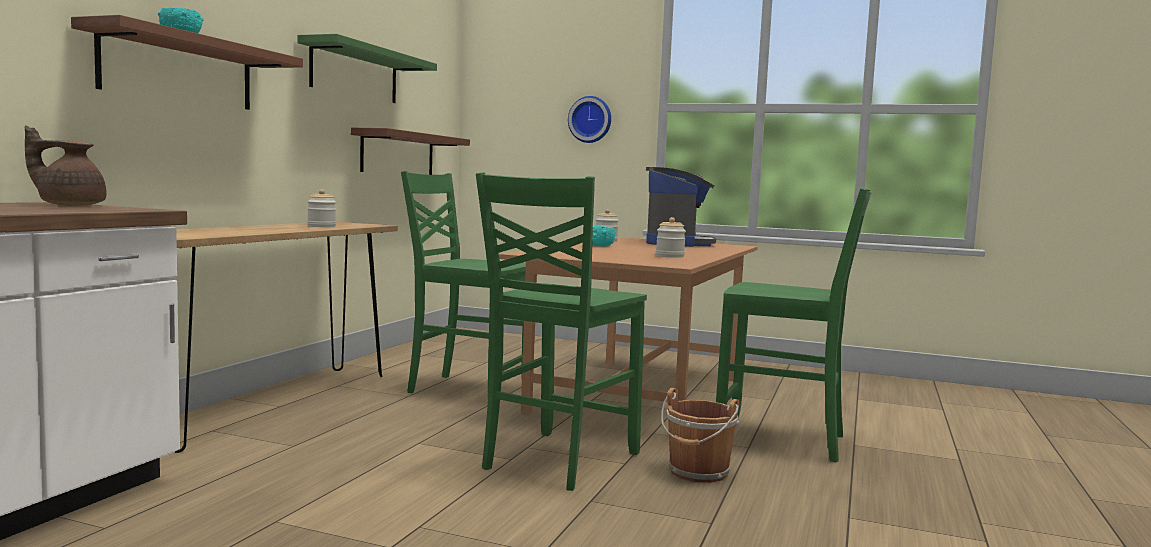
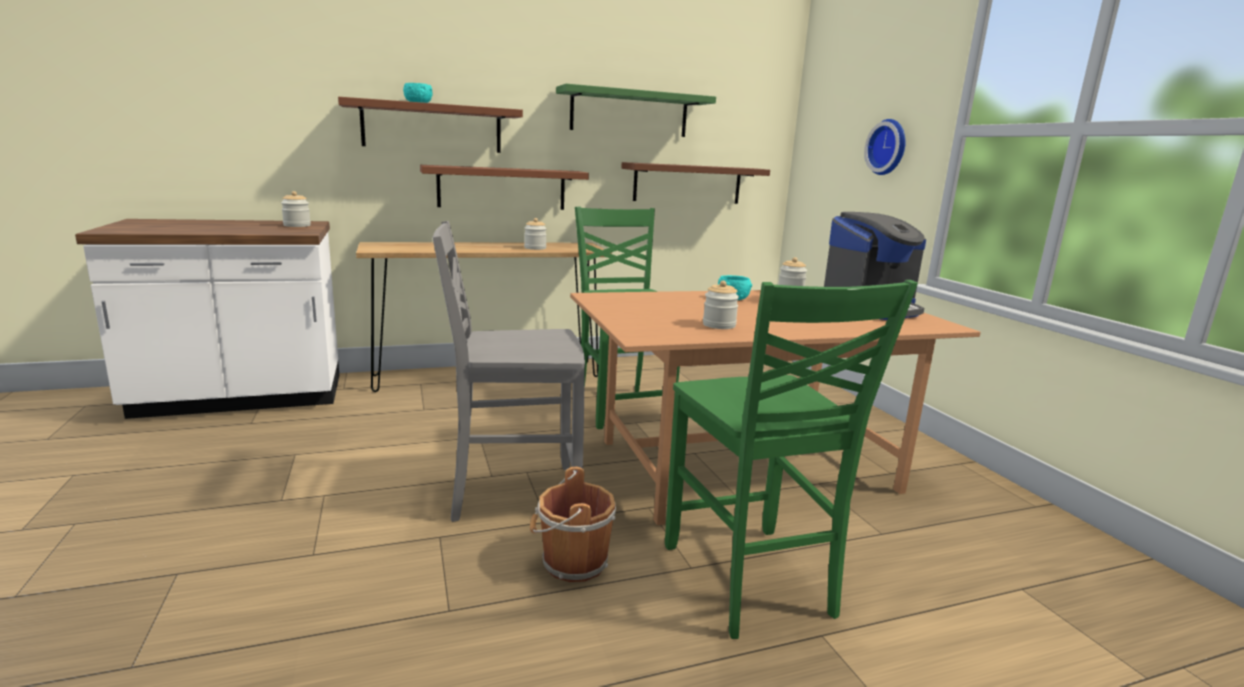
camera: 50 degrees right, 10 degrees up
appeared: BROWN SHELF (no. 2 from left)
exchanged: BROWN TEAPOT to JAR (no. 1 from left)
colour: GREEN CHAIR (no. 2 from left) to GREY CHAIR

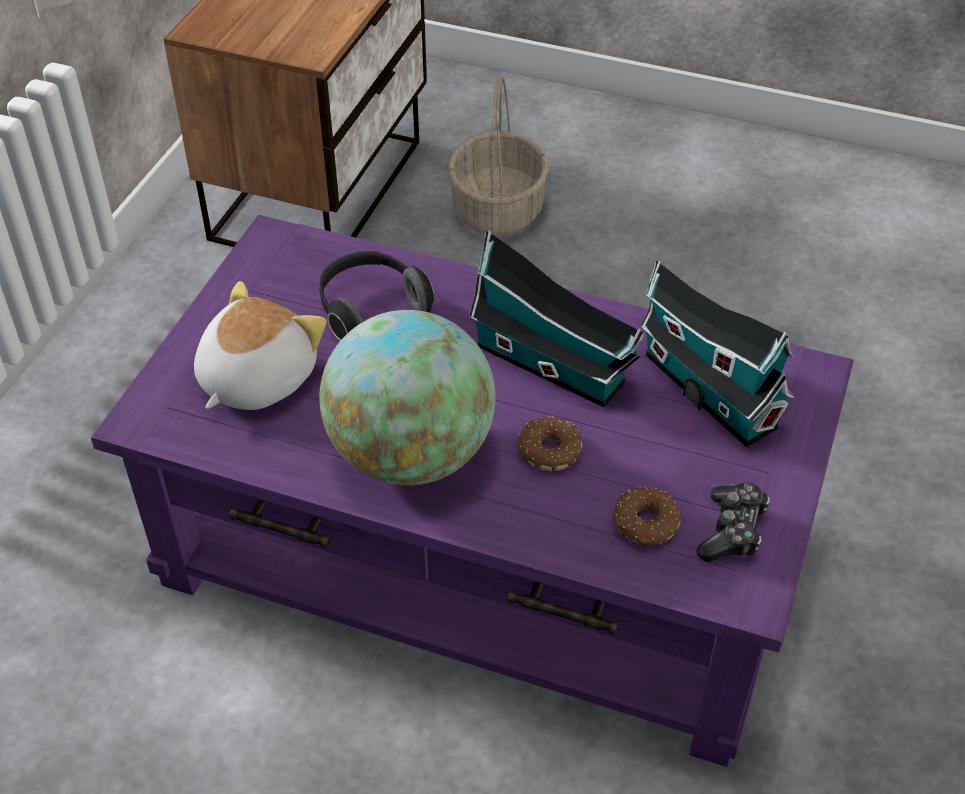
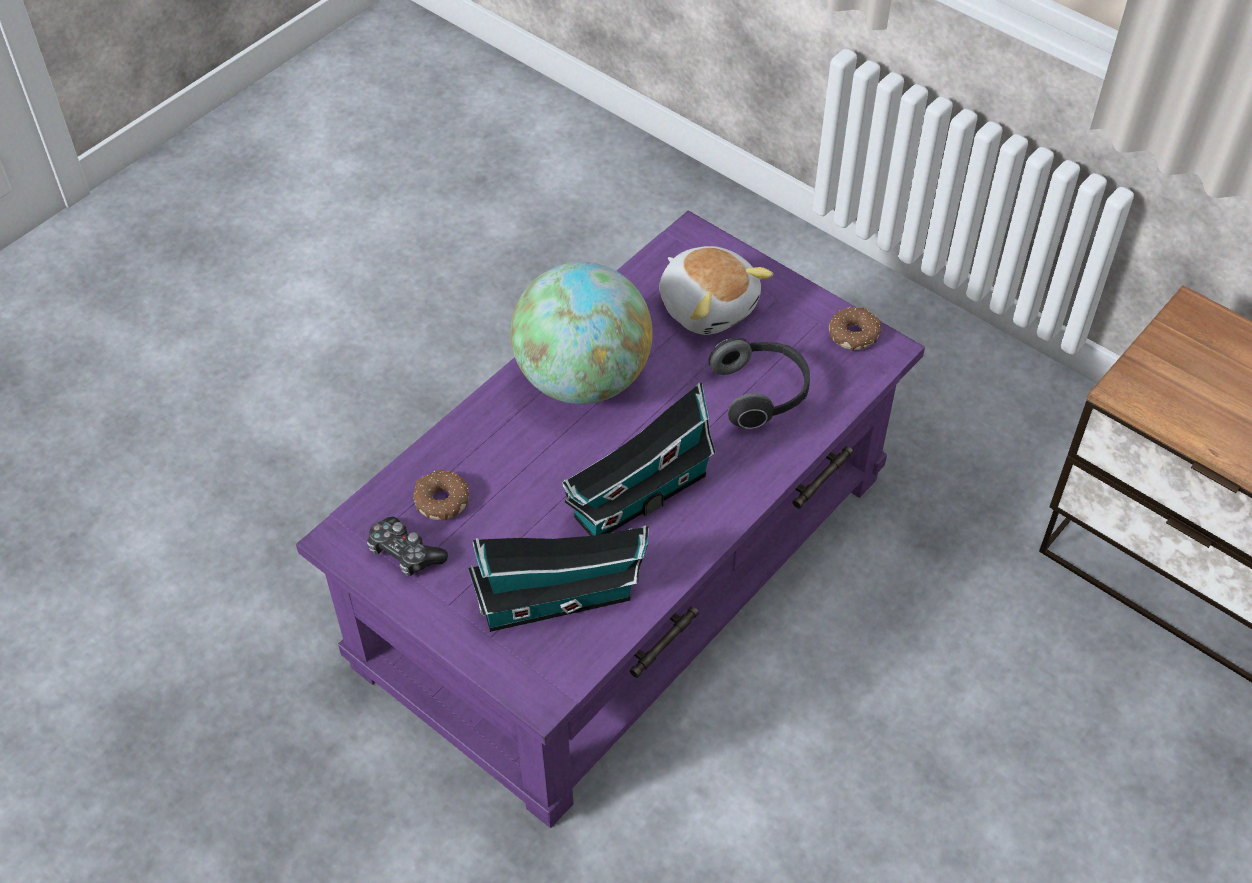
camera: 110 degrees right, 5 degrees up
missing: BASKET
relocated: DONUT (no. 1 from left in the first image) to DONUT (no. 2 from left)

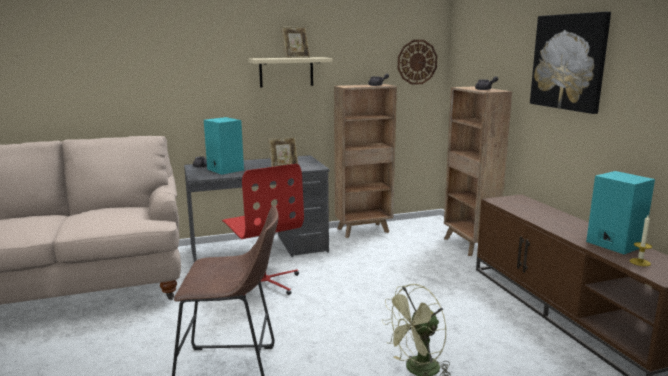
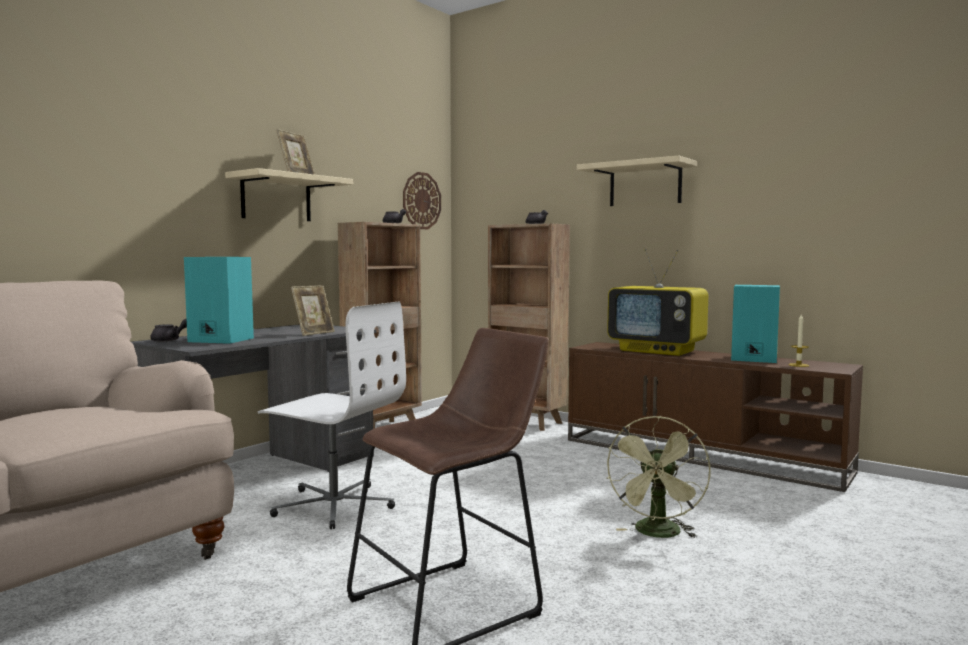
camera: 35 degrees left, 10 degrees down
appeared: TELEVISION
exchanged: PICTURE to BEIGE SHELF (no. 2 from left)
colour: RED OFFICE CHAIR to WHITE OFFICE CHAIR

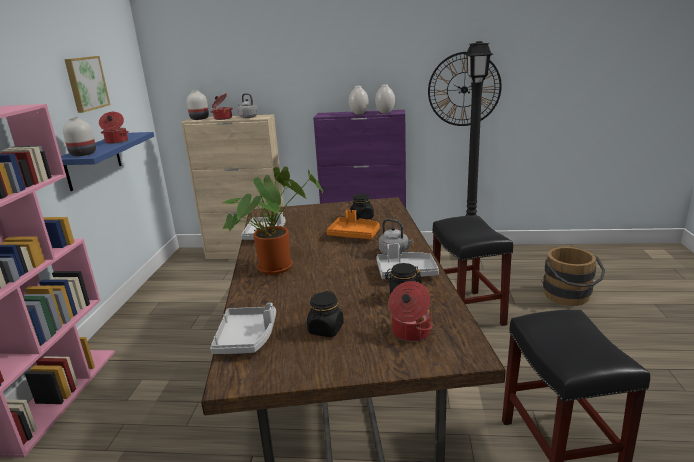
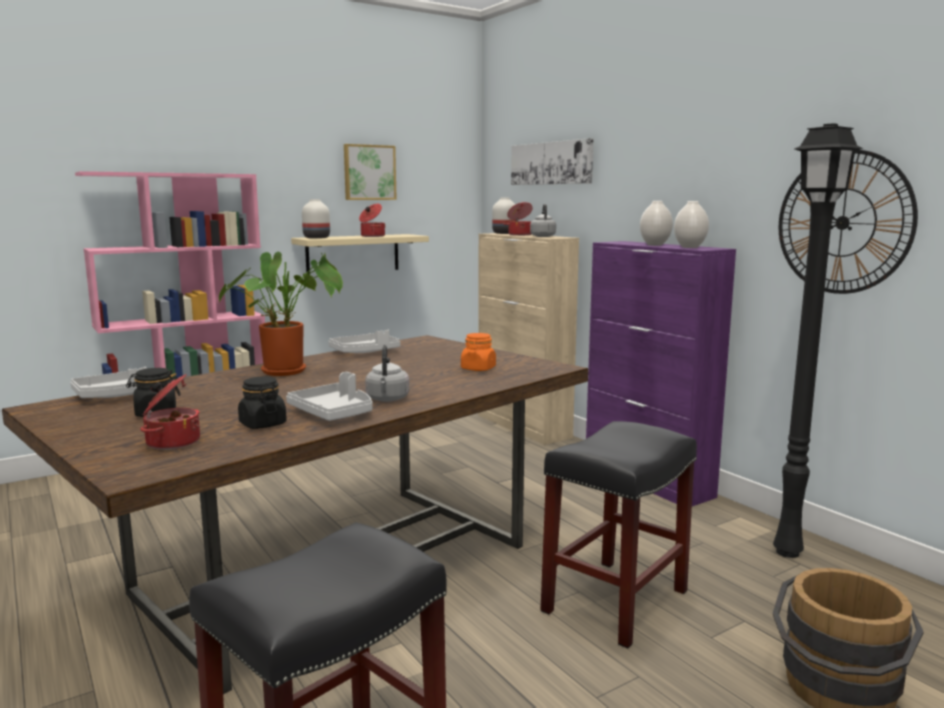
camera: 50 degrees right, 10 degrees down
missing: ORANGE TRAY
appeared: PICTURE (no. 2 from left)
colour: BLUE SHELF to BEIGE SHELF; BLACK JAR (no. 2 from left) to ORANGE JAR

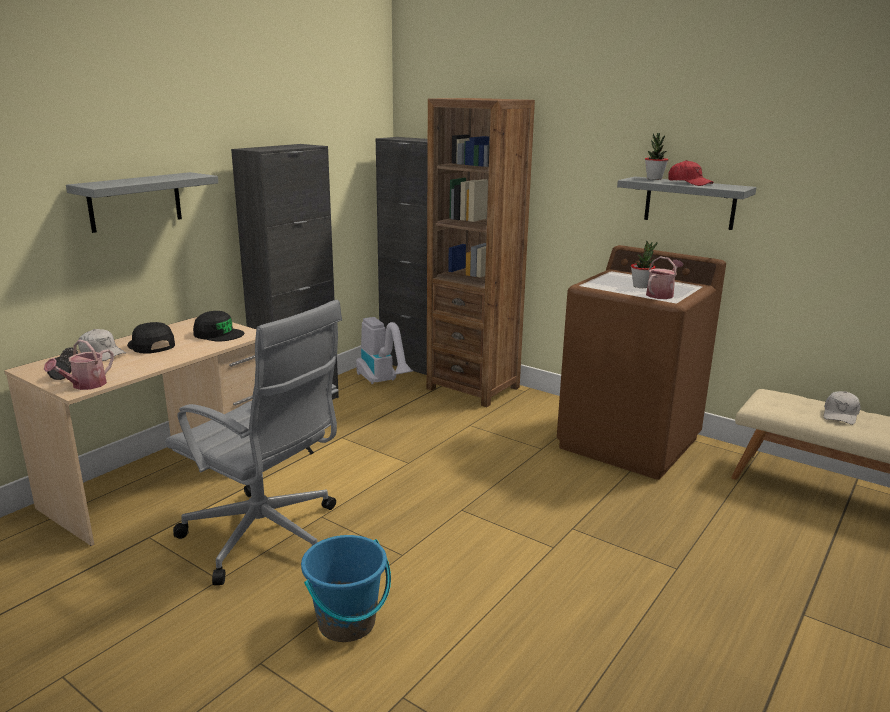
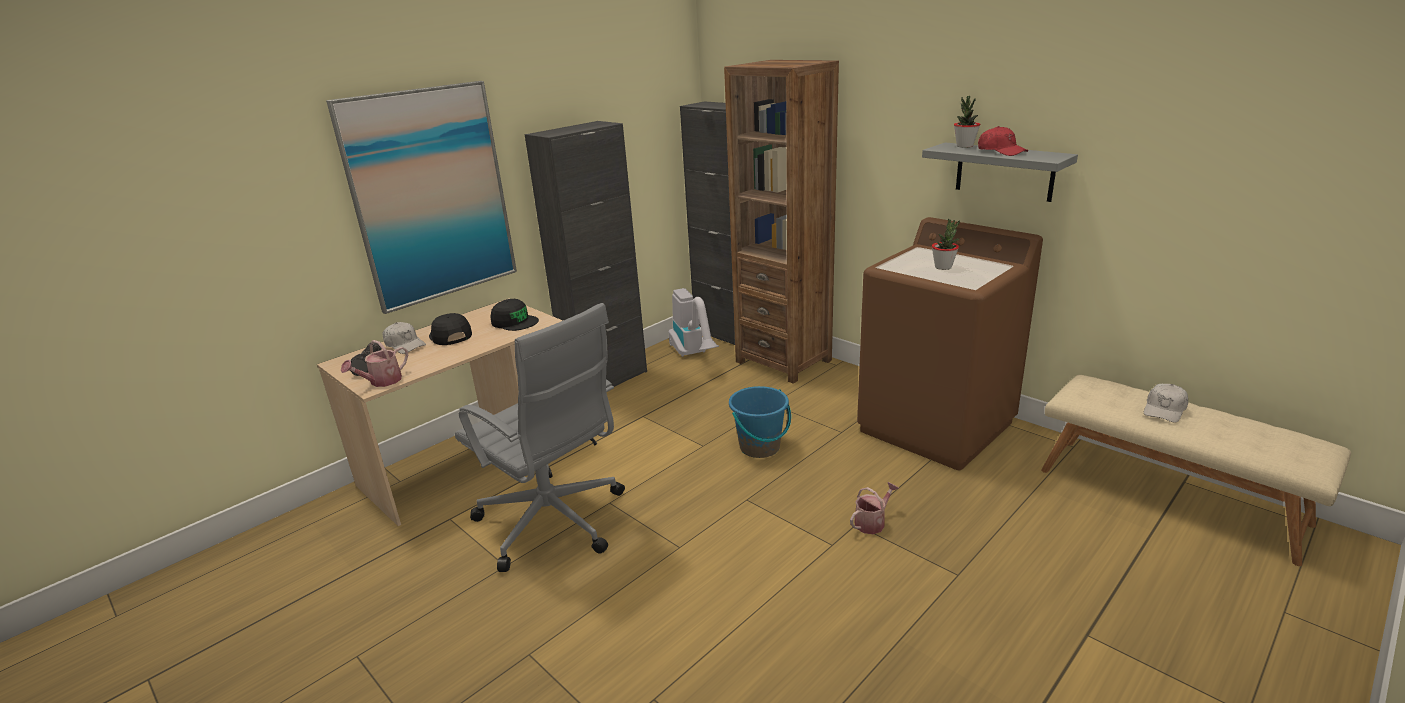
camera: 10 degrees right, 5 degrees up
relocated: BLUE BUCKET; WATERING CAN (no. 2 from left)
exchanged: GREY SHELF (no. 1 from left) to PICTURE

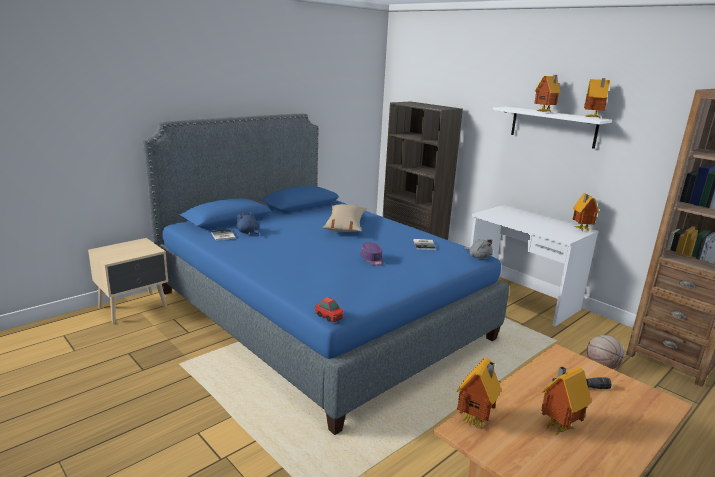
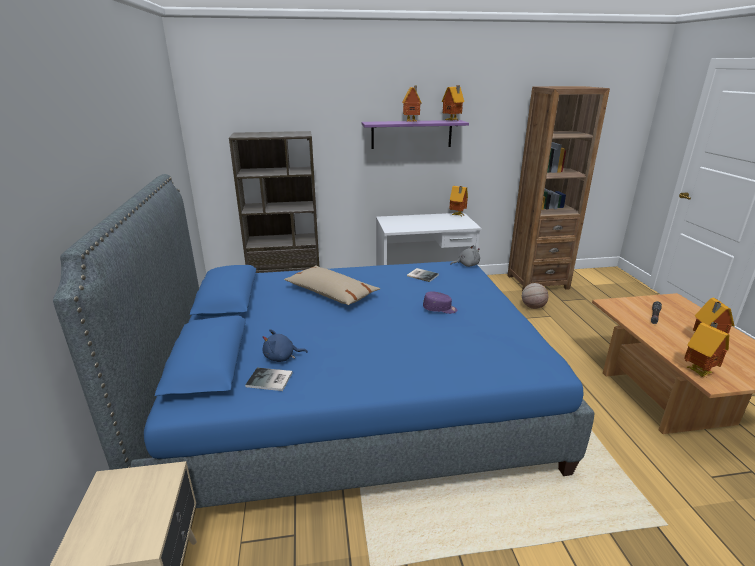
camera: 55 degrees left, 5 degrees up
missing: TOY CAR
colour: WHITE SHELF to PURPLE SHELF

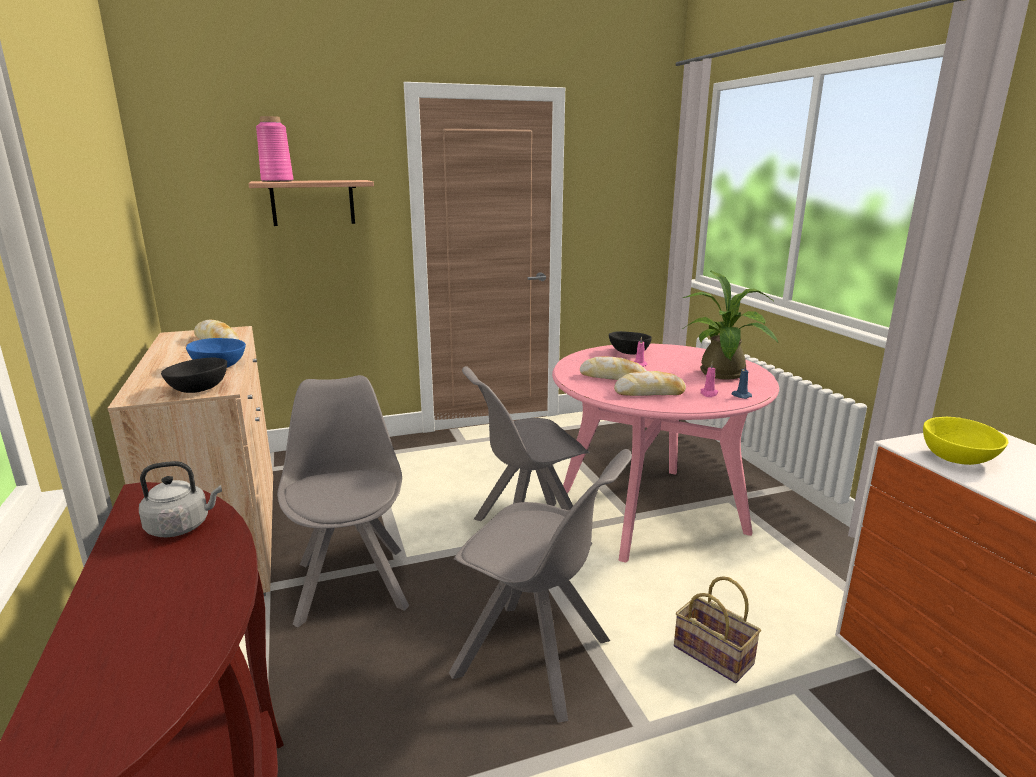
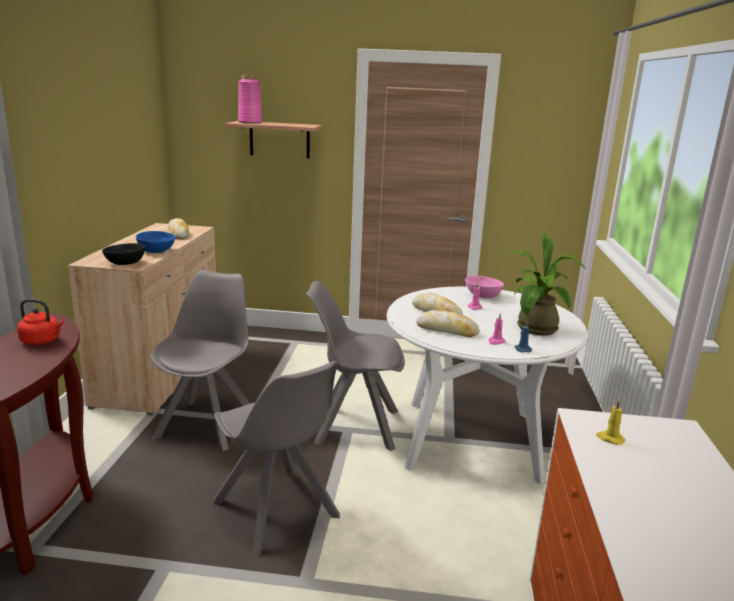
camera: 25 degrees right, 0 degrees up
missing: BASKET
exchanged: YELLOW BOWL to YELLOW CANDLE
colour: GREY KETTLE to RED KETTLE; PINK DINING TABLE to WHITE DINING TABLE; BLACK BOWL (no. 2 from left) to PINK BOWL

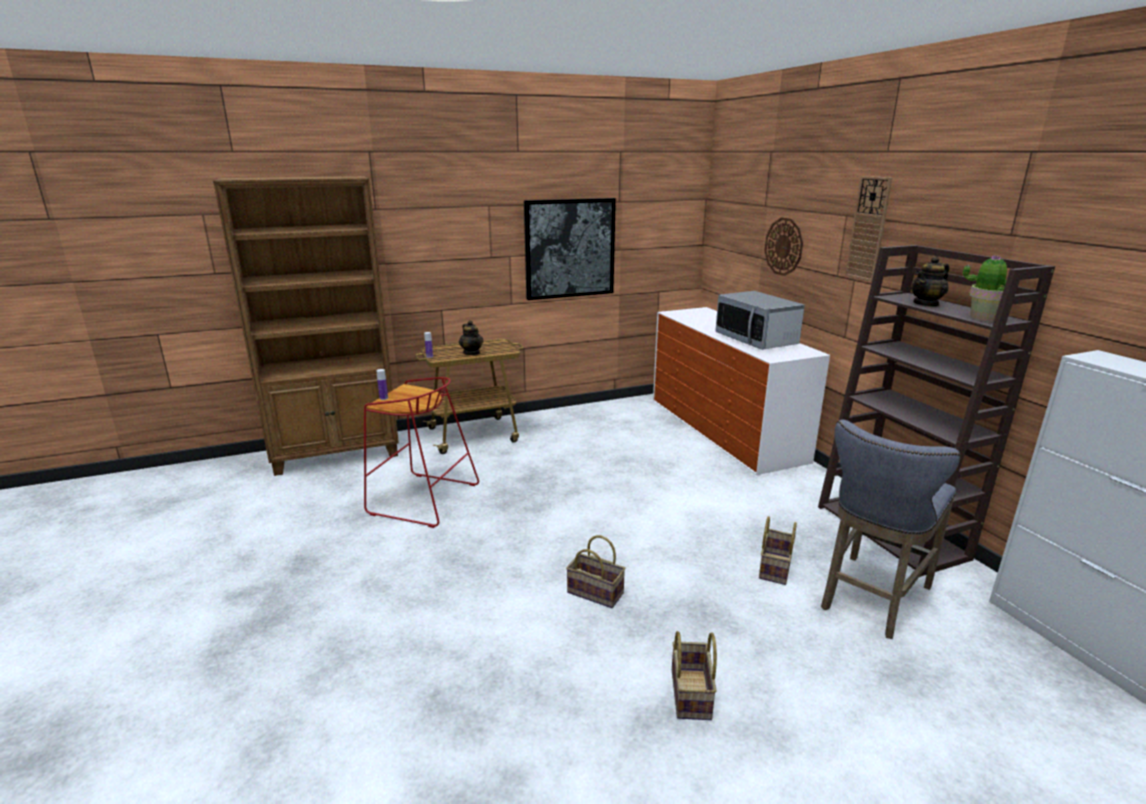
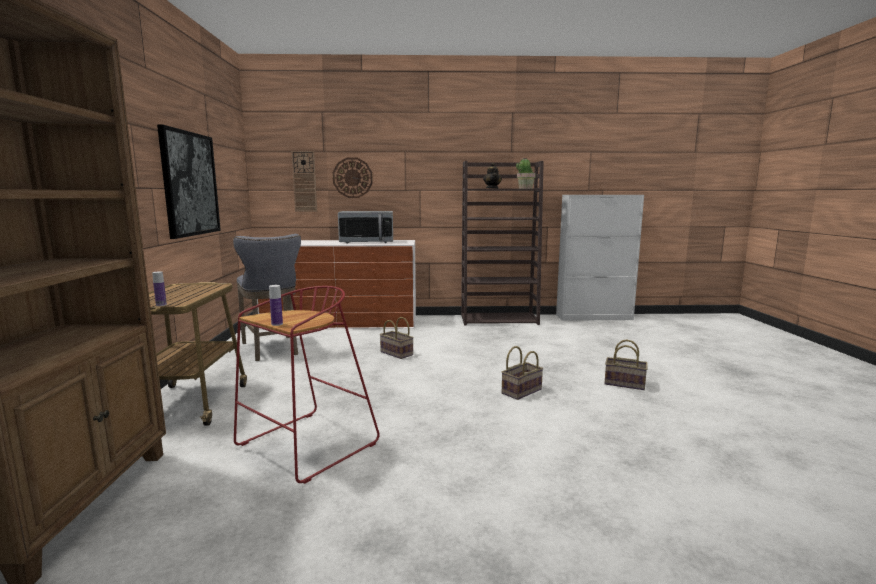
camera: 70 degrees left, 10 degrees down
missing: TEAPOT (no. 1 from left)
relocated: BASKET (no. 3 from left in the first image) to BASKET (no. 1 from left); GREY STOOL; WALL CLOCK (no. 2 from left in the first image) to WALL CLOCK (no. 1 from left)

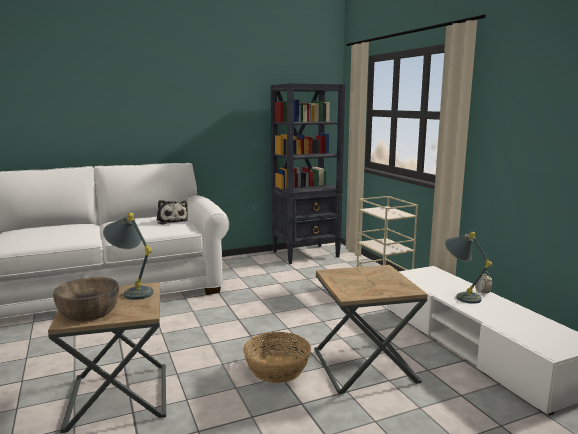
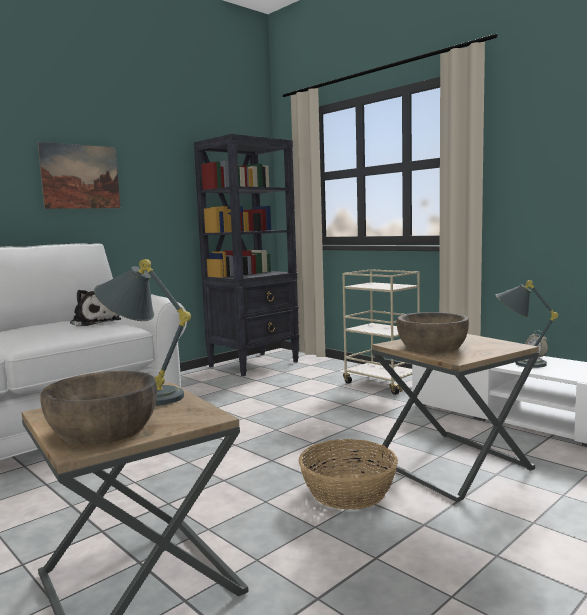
camera: 20 degrees left, 5 degrees down
appeared: PICTURE; BROWN BOWL (no. 2 from left)

